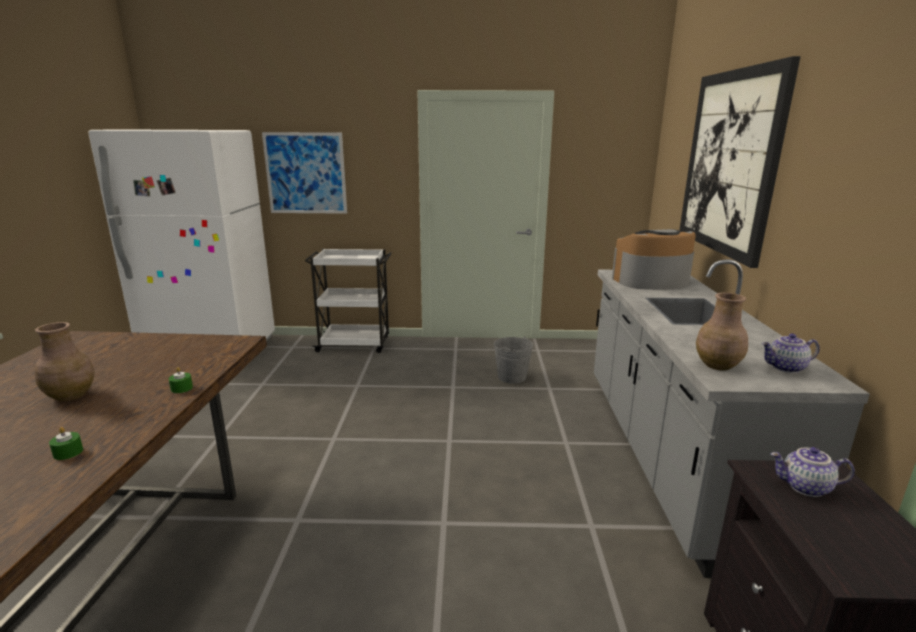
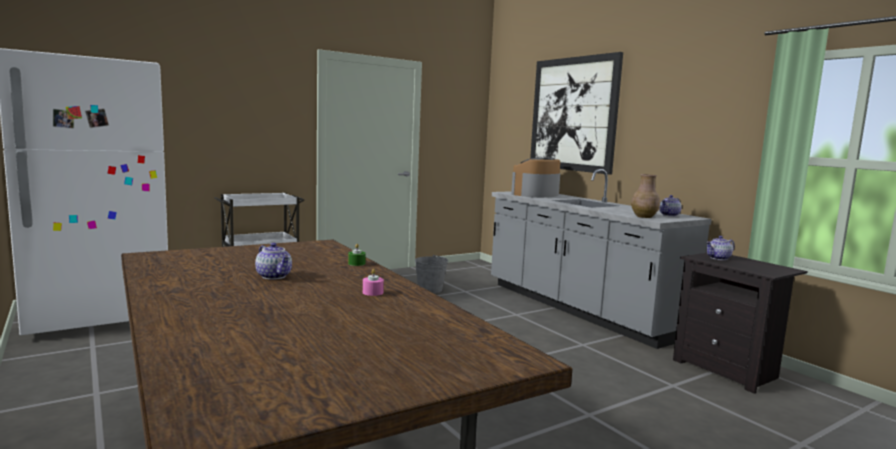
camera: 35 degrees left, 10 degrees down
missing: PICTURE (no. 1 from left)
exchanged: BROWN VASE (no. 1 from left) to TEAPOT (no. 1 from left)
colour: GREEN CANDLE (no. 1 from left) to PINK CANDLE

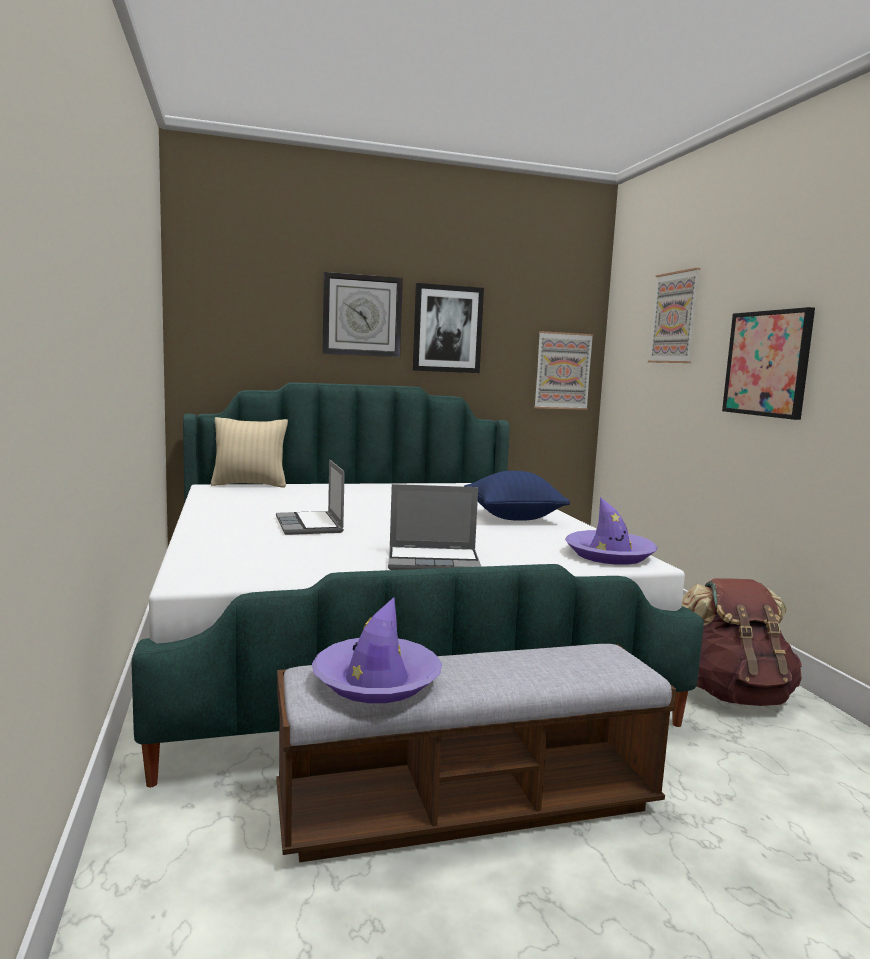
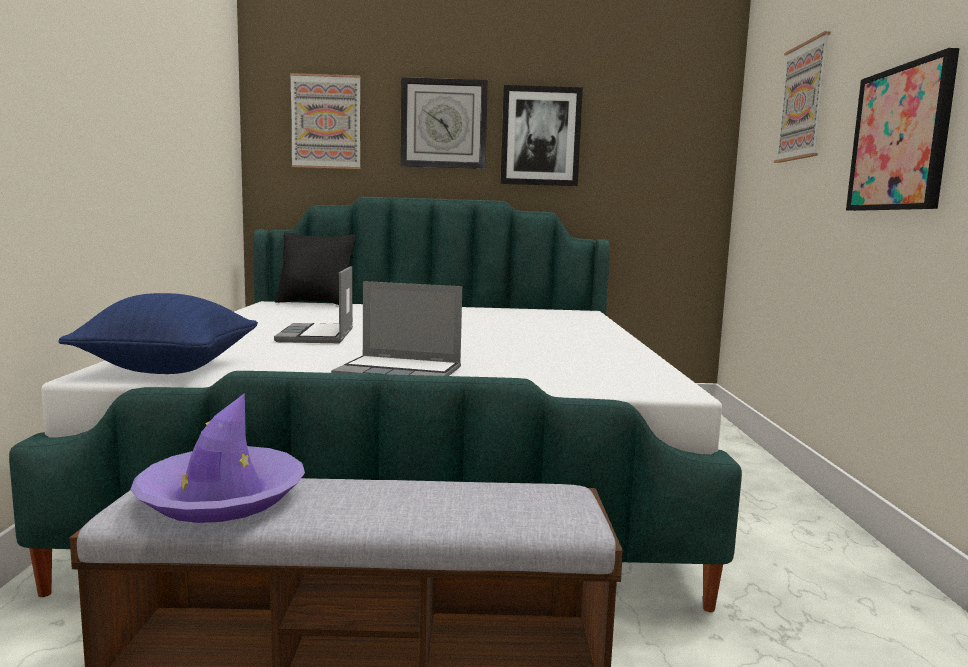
camera: 15 degrees right, 0 degrees up
missing: PURPLE HAT (no. 2 from left); BROWN BACKPACK
relocated: BLUE PILLOW; PICTURE (no. 2 from left in the first image) to PICTURE (no. 1 from left)
colour: BEIGE PILLOW to BLACK PILLOW

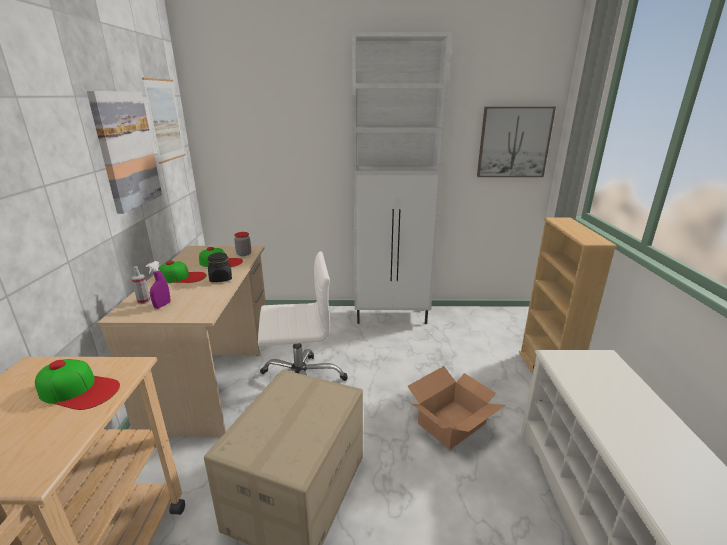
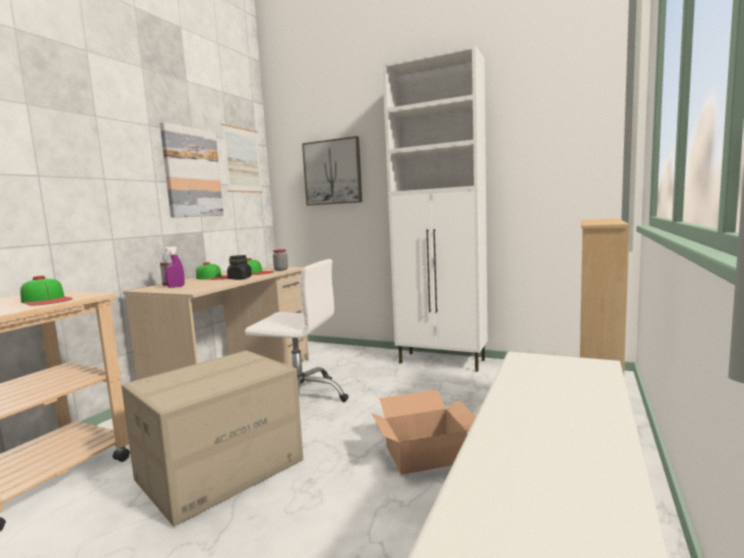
camera: 25 degrees right, 15 degrees down
relocated: PICTURE (no. 3 from left)

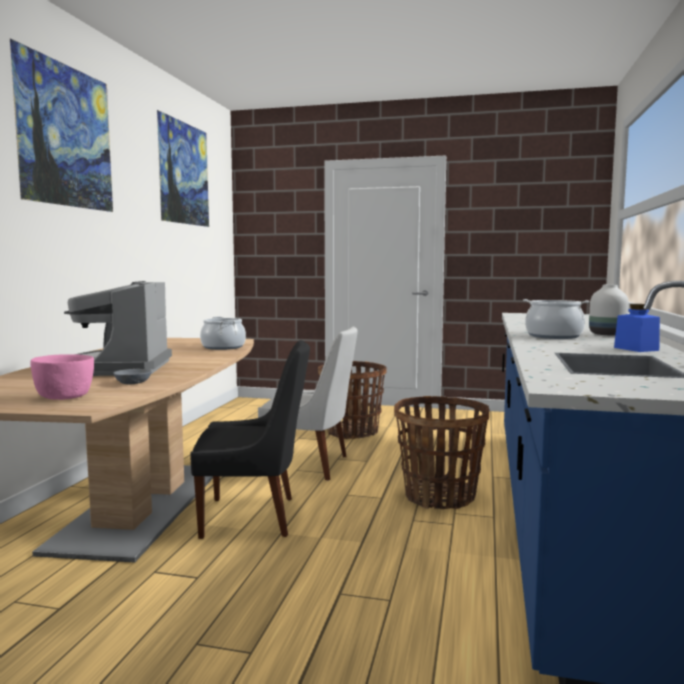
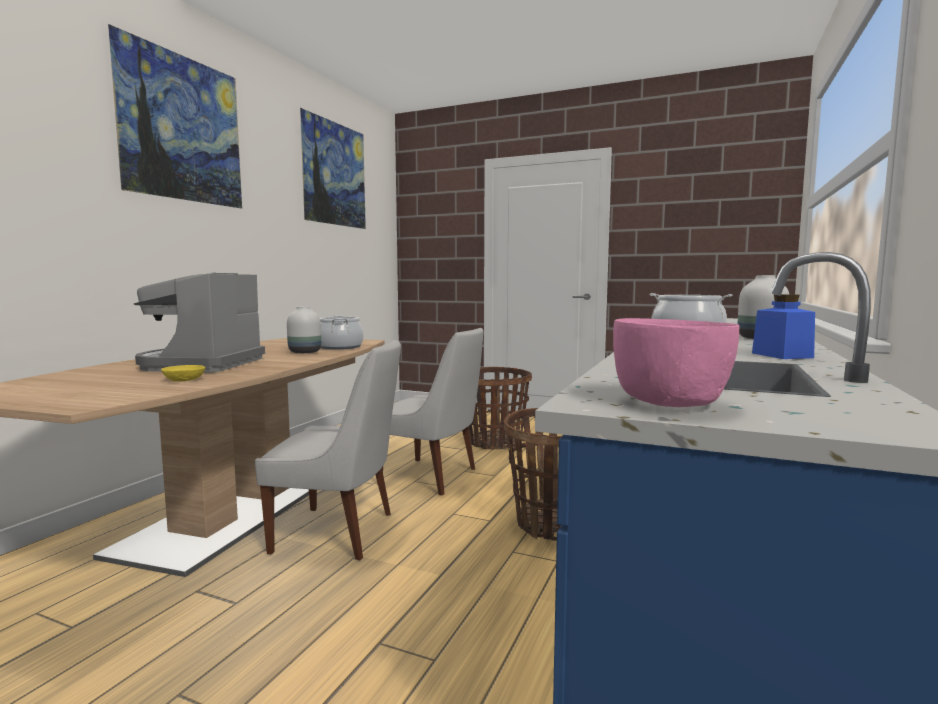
camera: 10 degrees right, 0 degrees up
appeared: WHITE VASE (no. 1 from left)
relocated: PINK BOWL
colour: GREY BOWL to YELLOW BOWL; BLACK CHAIR to WHITE CHAIR (no. 1 from left)

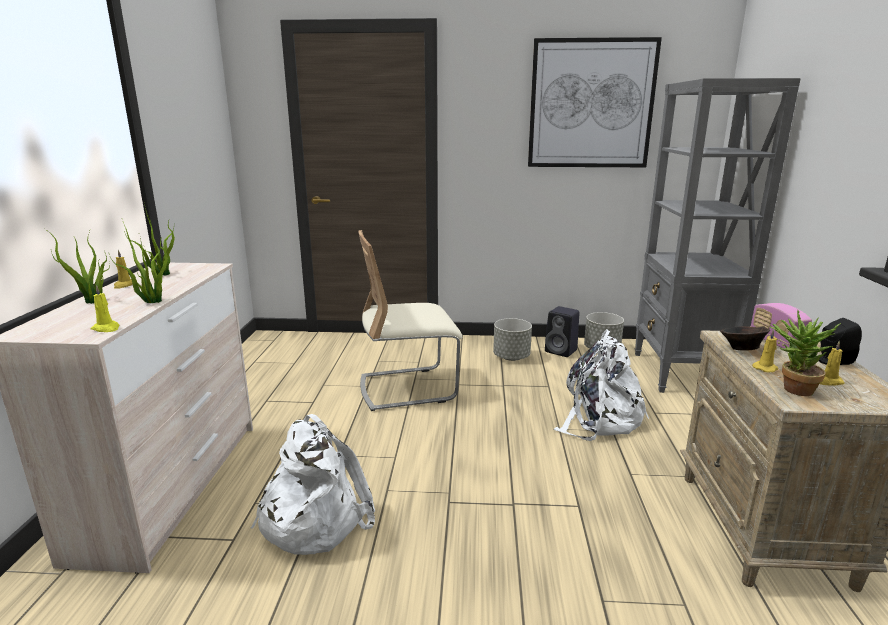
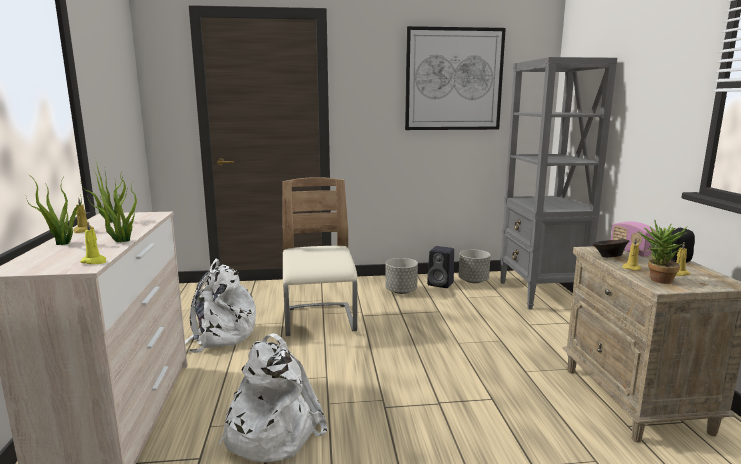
camera: 10 degrees left, 5 degrees down
relocated: WHITE BACKPACK (no. 2 from left in the first image) to WHITE BACKPACK (no. 1 from left)
spun: BEIGE CHAIR 105 degrees clockwise

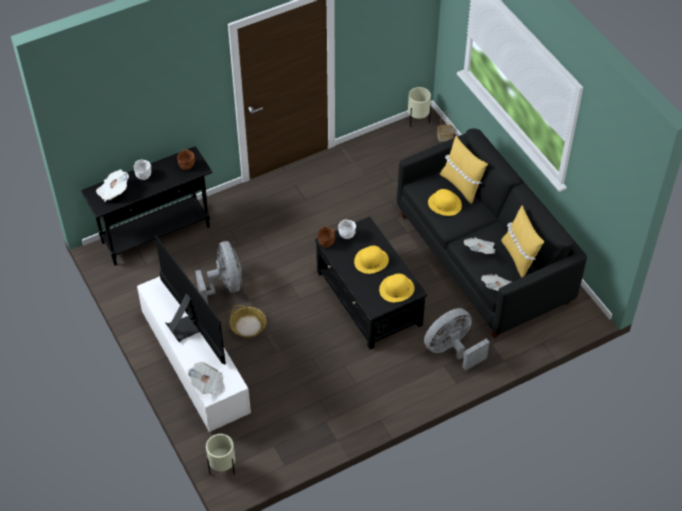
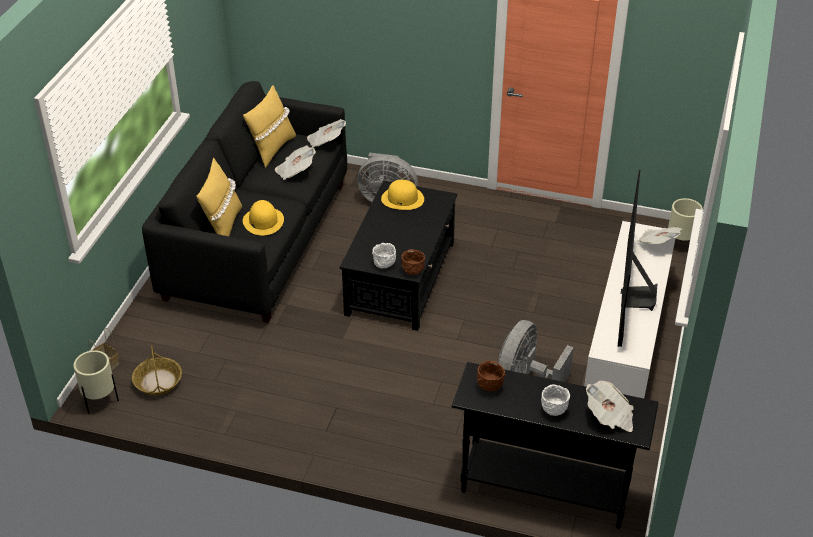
camera: 135 degrees left, 10 degrees down
missing: YELLOW HAT (no. 1 from left)
relocated: BASKET (no. 1 from left in the first image) to BASKET (no. 2 from left)

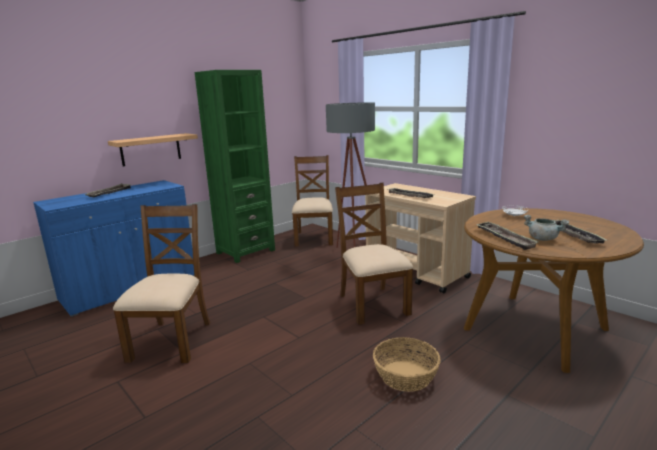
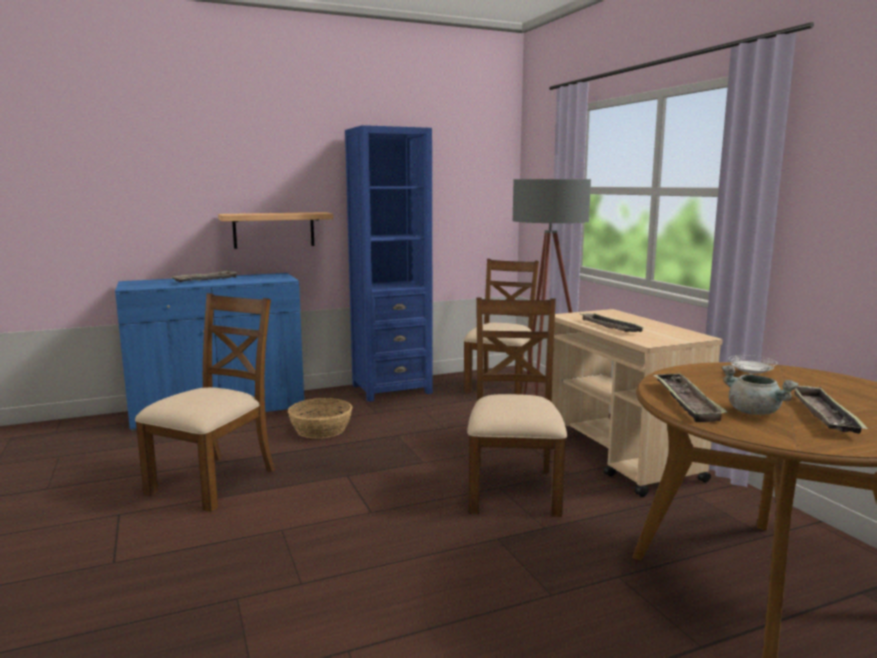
camera: 20 degrees right, 5 degrees down
relocated: BASKET
colour: GREEN BOOKCASE to BLUE BOOKCASE

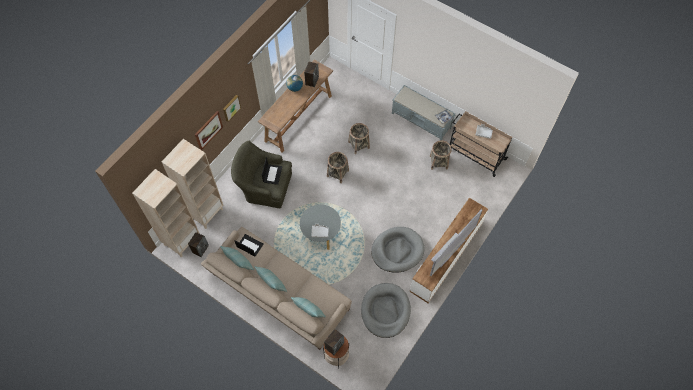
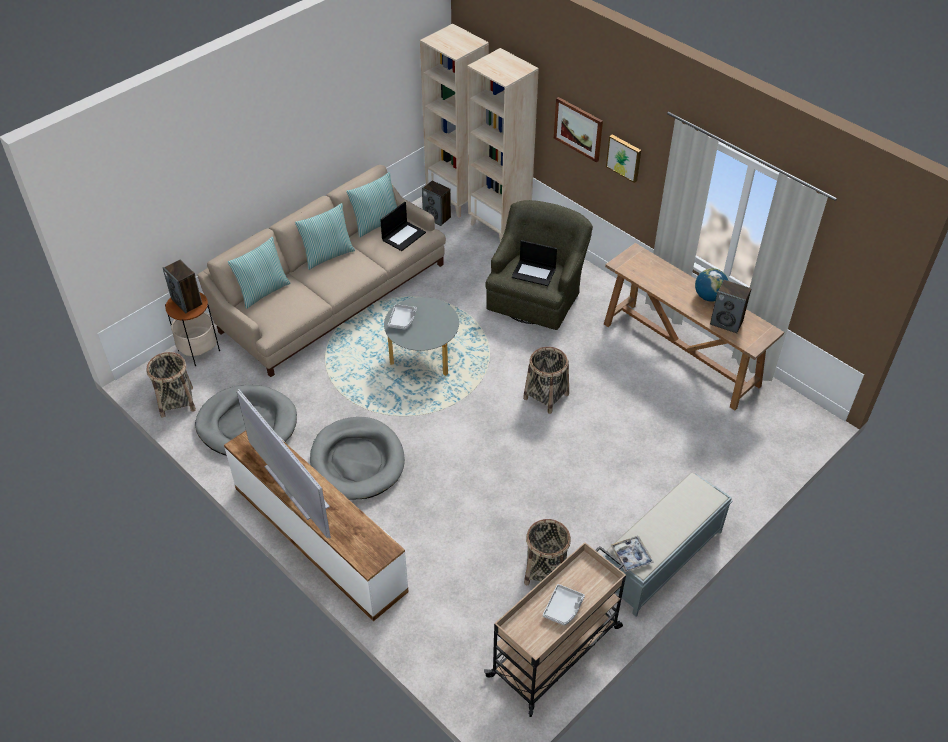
camera: 100 degrees right, 15 degrees down
relocated: BASKET (no. 2 from left in the first image) to BASKET (no. 1 from left)

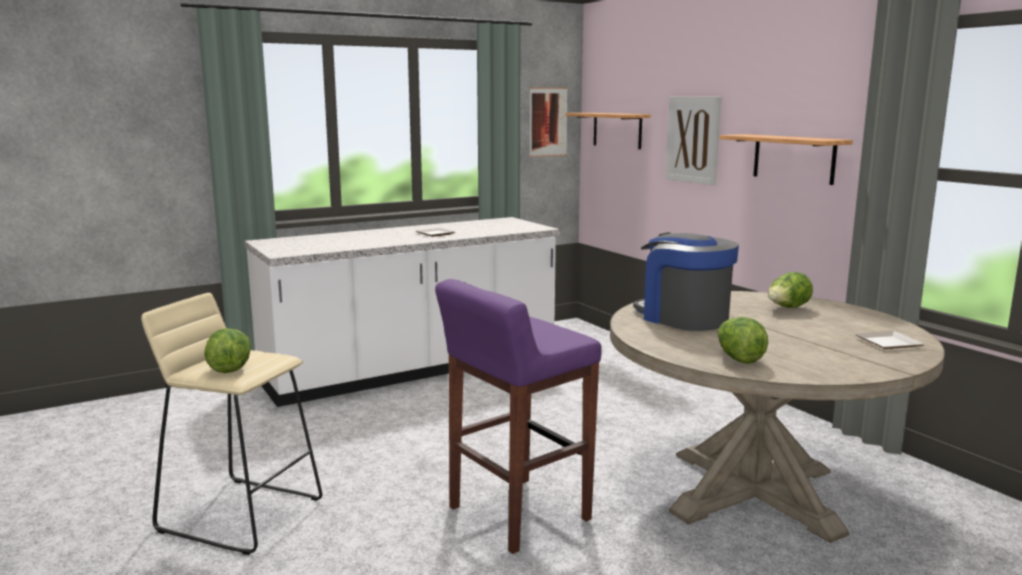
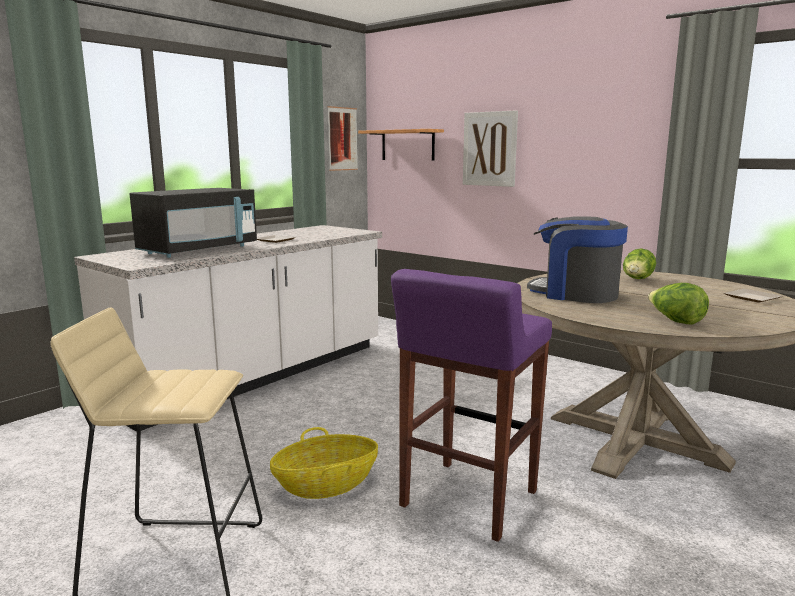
camera: 20 degrees left, 0 degrees up
missing: LETTUCE (no. 1 from left); SHELF (no. 2 from left)
appeared: BLACK MICROWAVE; BASKET

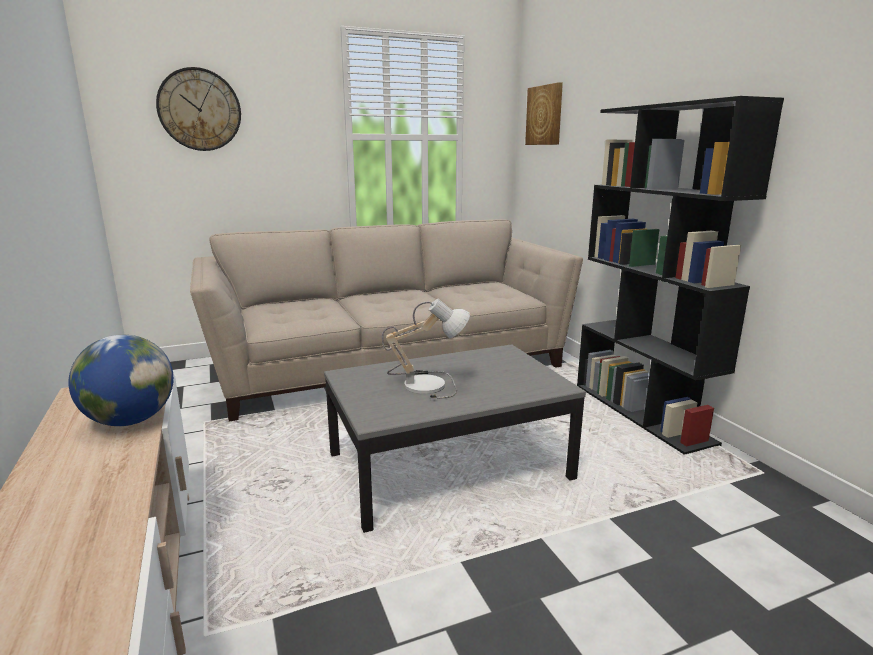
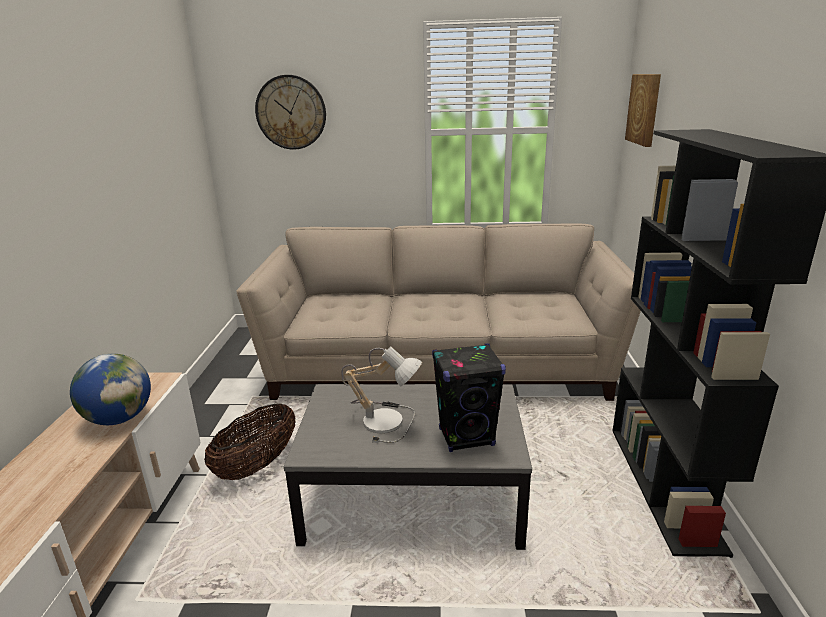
camera: 25 degrees right, 5 degrees up
appeared: BASKET; BLACK SPEAKER

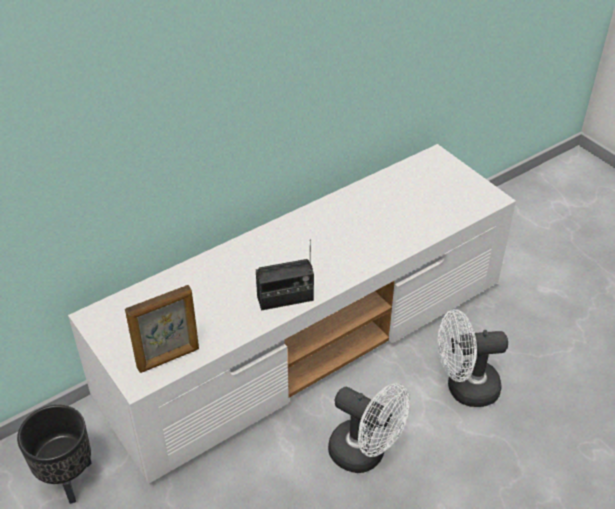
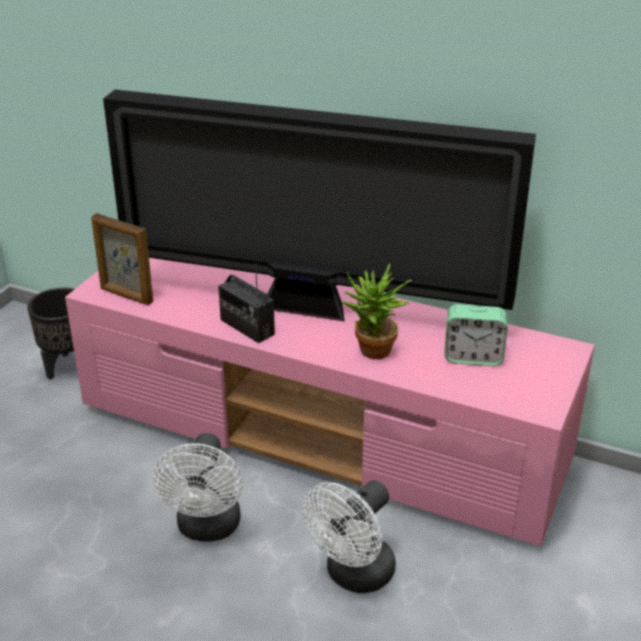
camera: 60 degrees right, 10 degrees down
appeared: TELEVISION; POTTED PLANT; ALARM CLOCK
colour: WHITE TV STAND to PINK TV STAND
spun: WHITE FAN (no. 2 from left) 105 degrees counterclockwise

